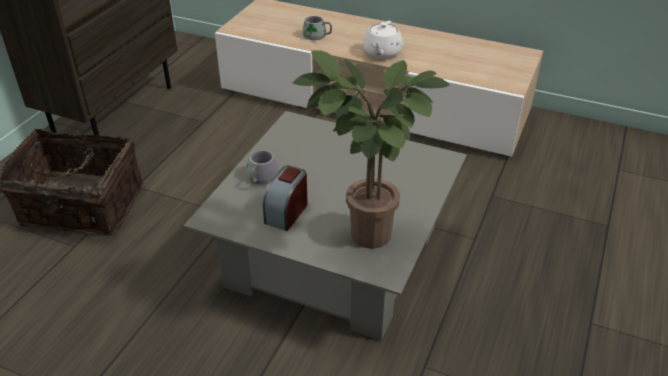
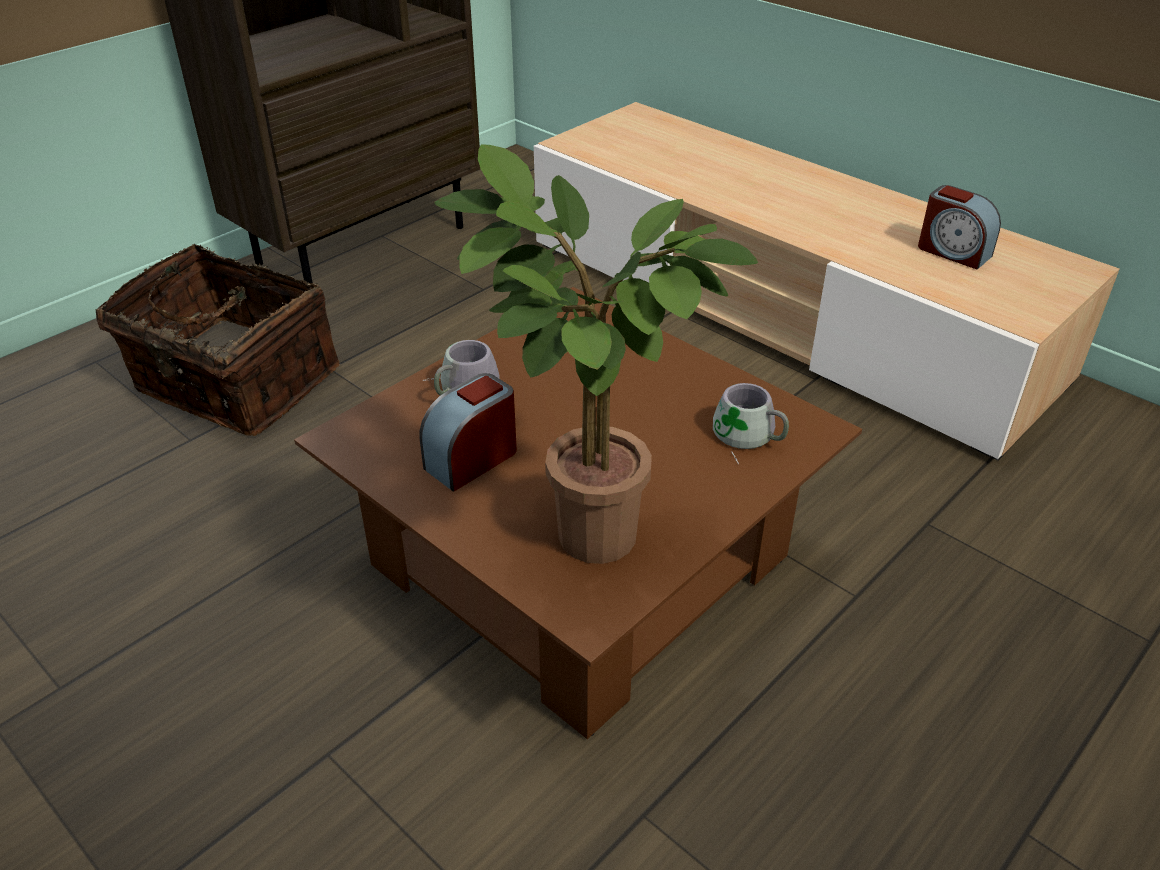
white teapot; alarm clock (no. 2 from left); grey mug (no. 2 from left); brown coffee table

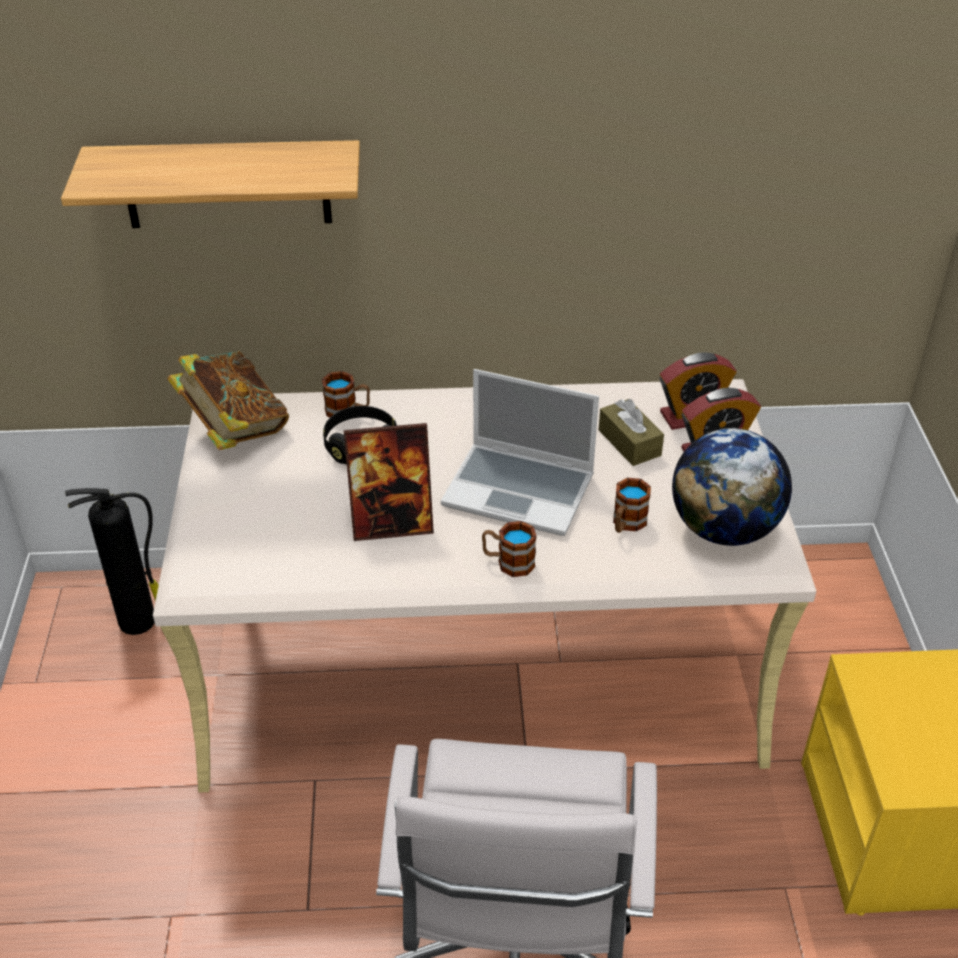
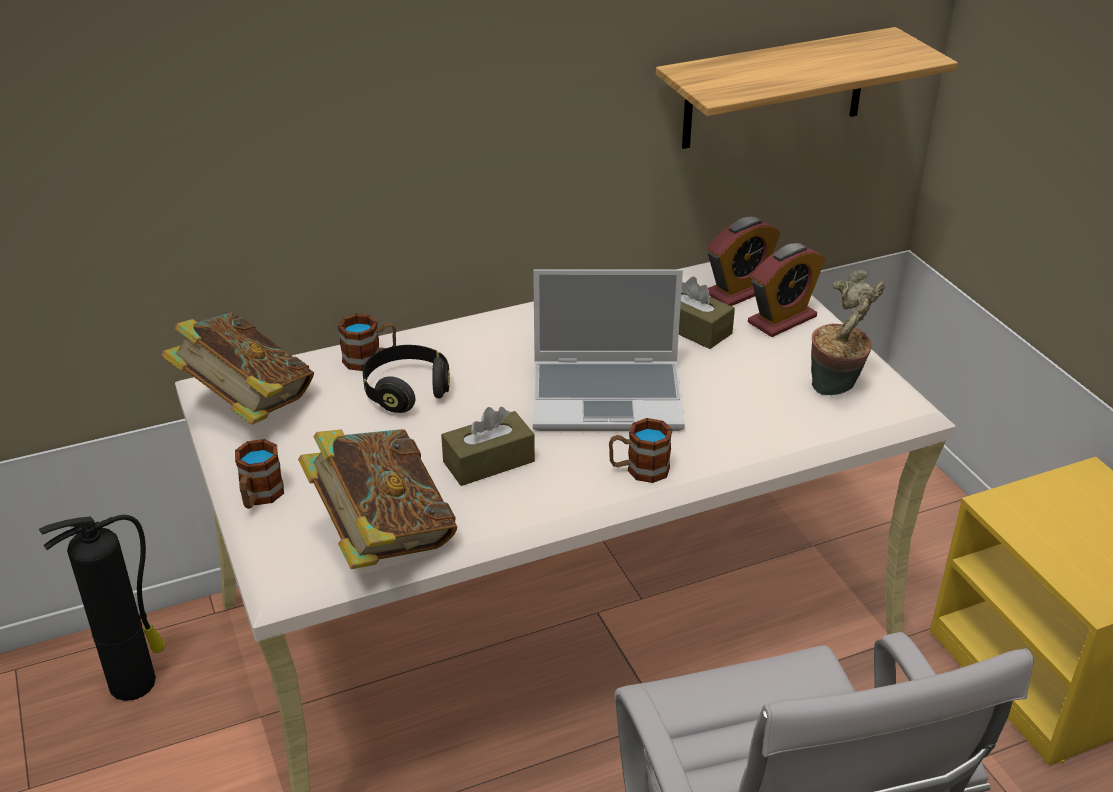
book (no. 2 from left); shelf; mug (no. 1 from left); brown tissue box (no. 1 from left); potted plant

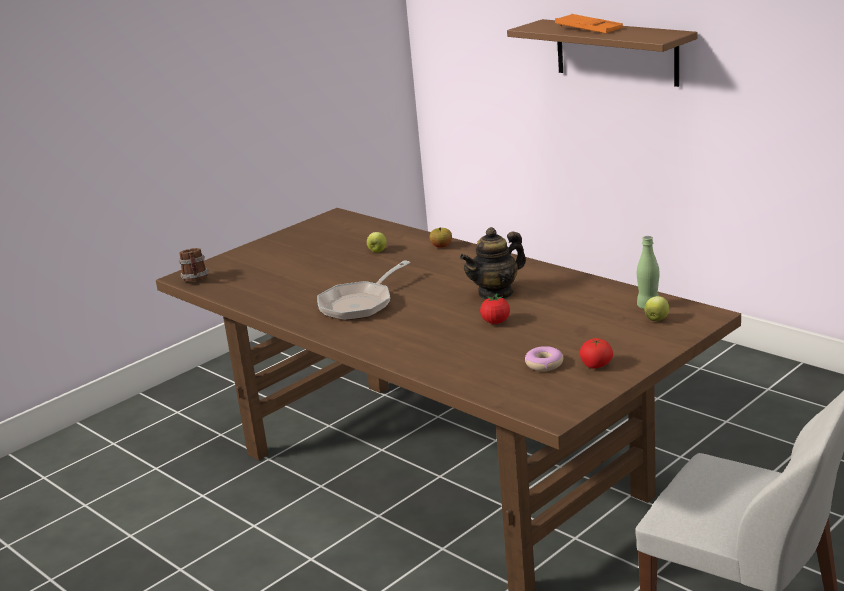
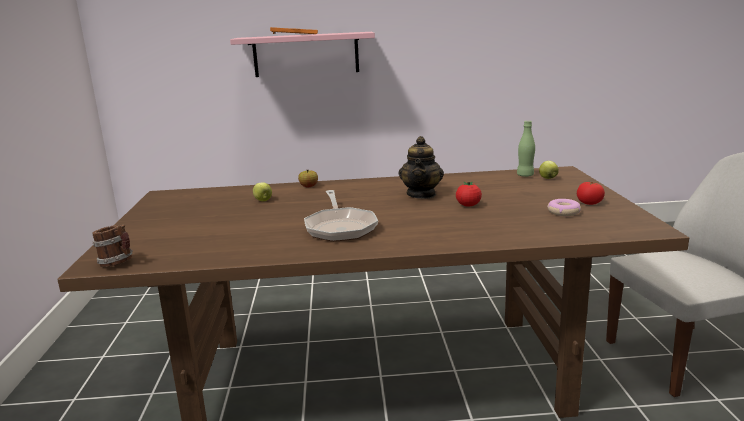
pink shelf

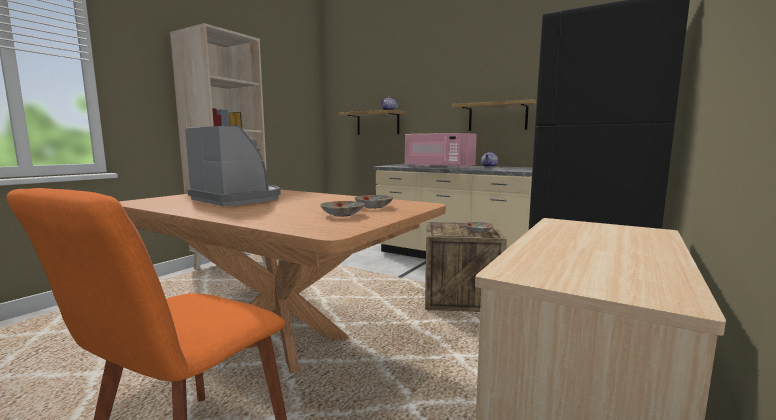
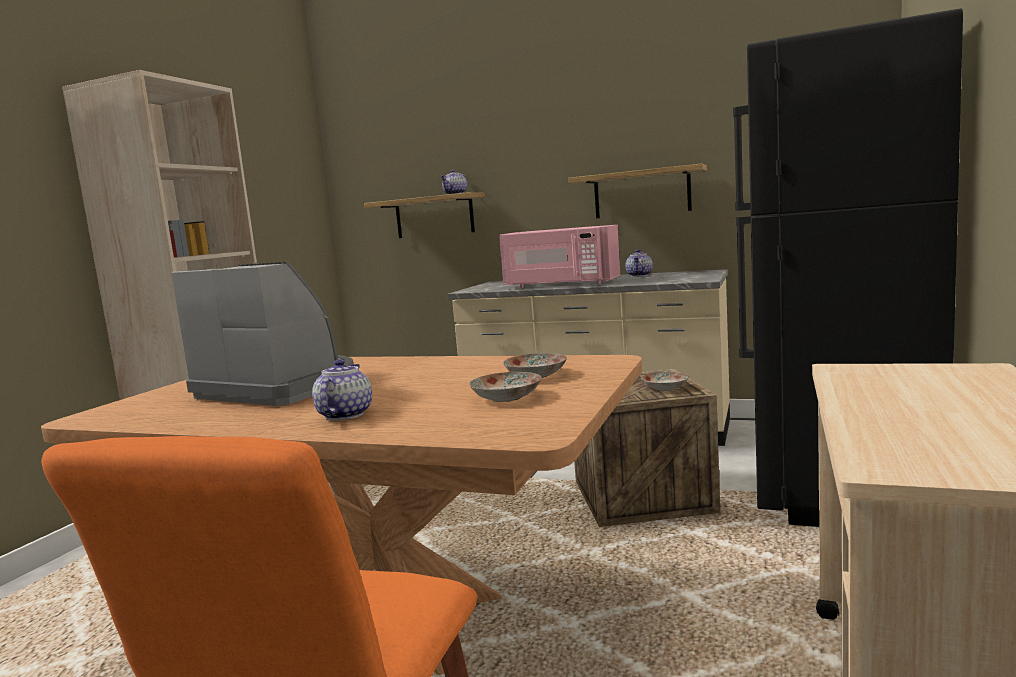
teapot (no. 1 from left)

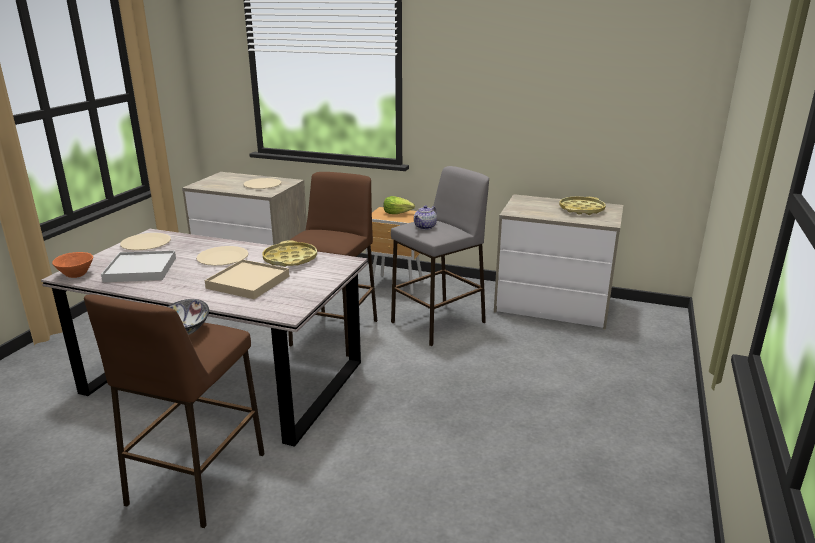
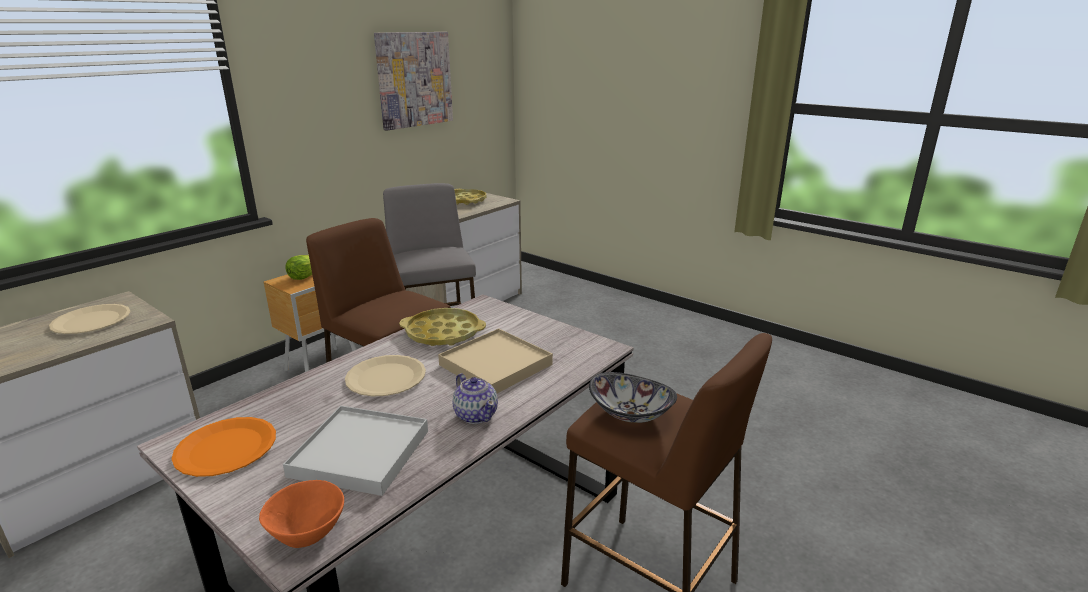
picture; teapot; orange plate

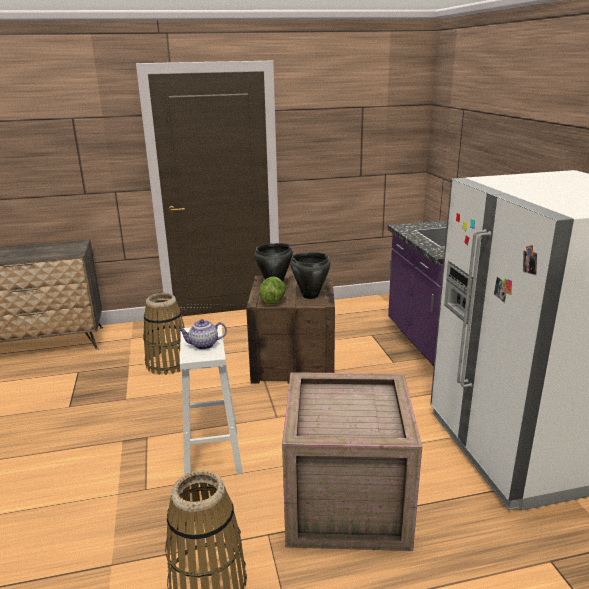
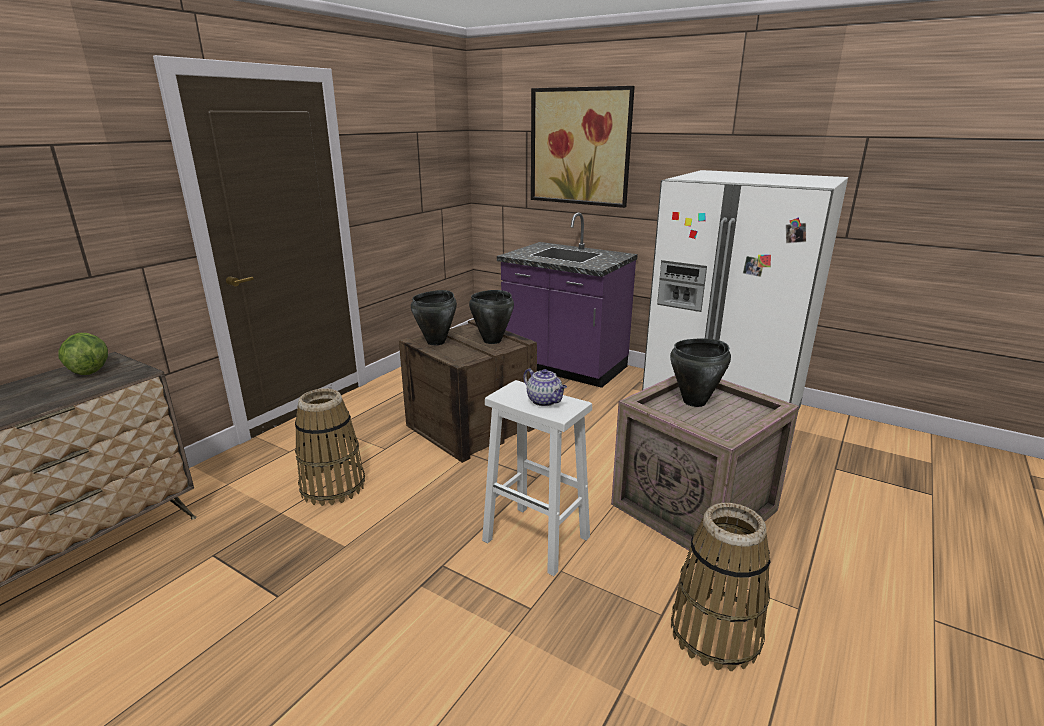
picture; black cooking pot (no. 3 from left); lettuce; teapot

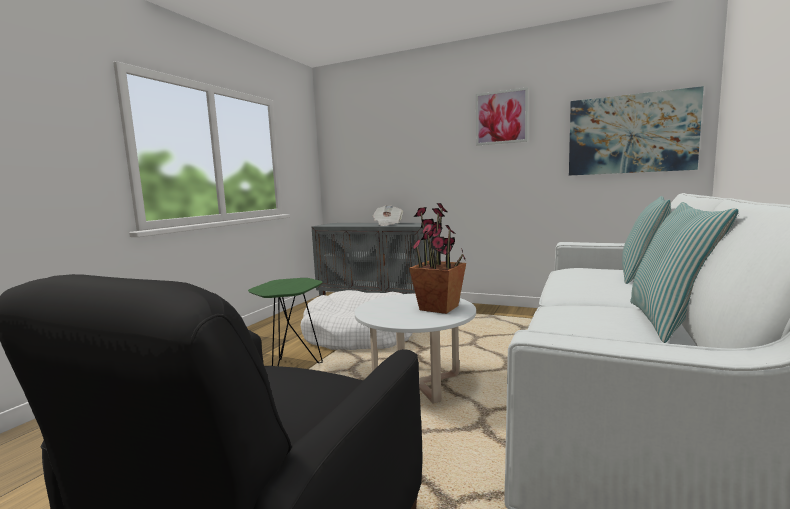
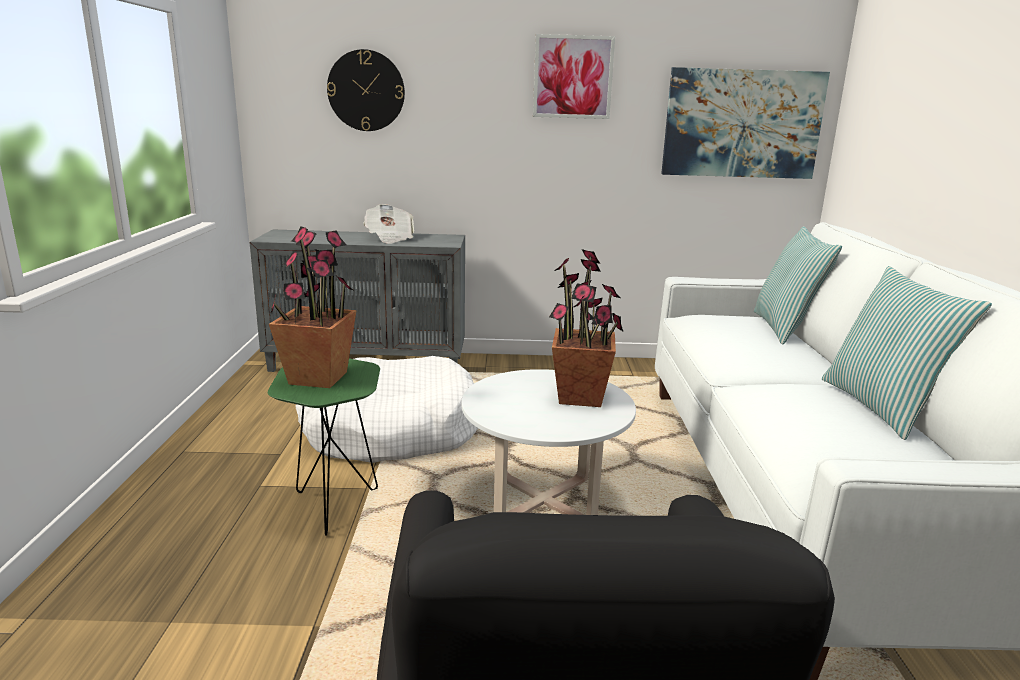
potted plant (no. 1 from left); wall clock

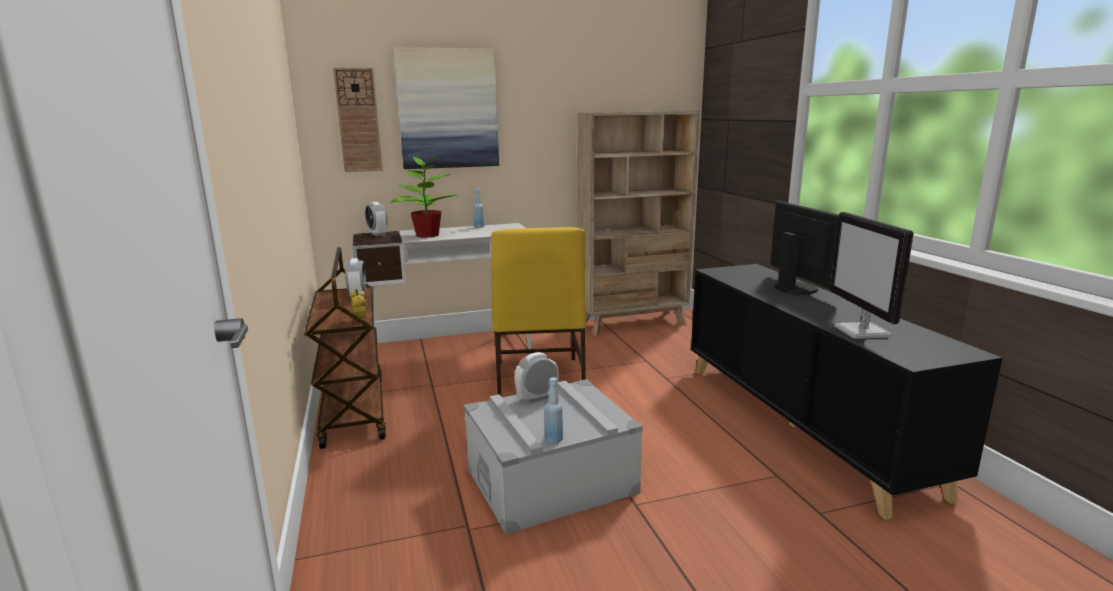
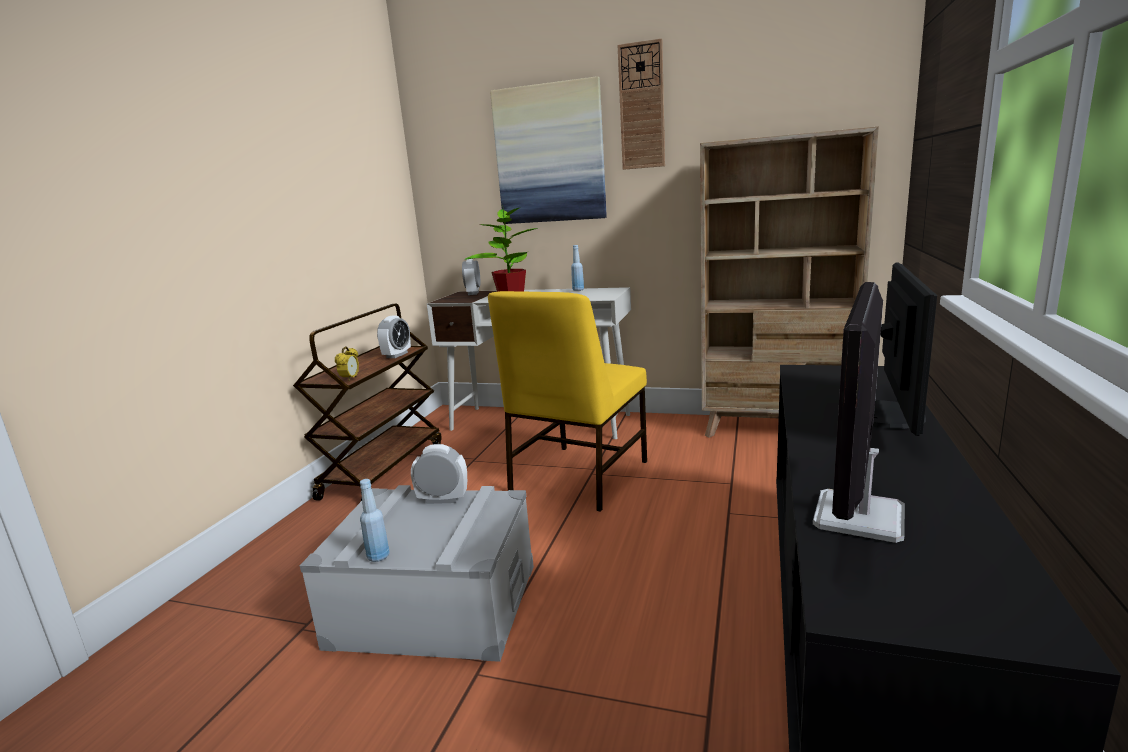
wall clock

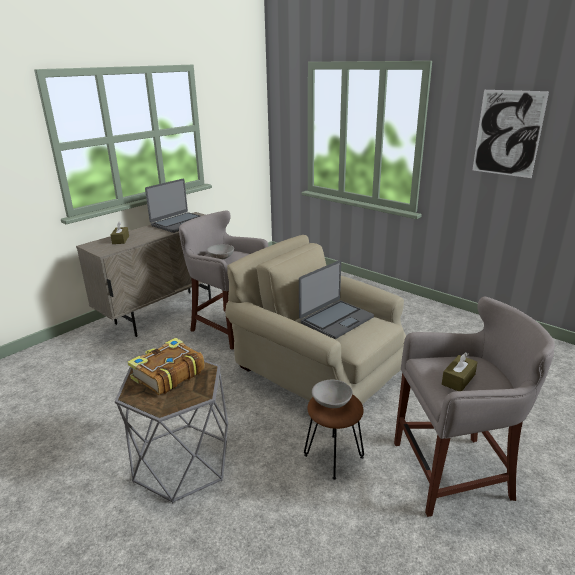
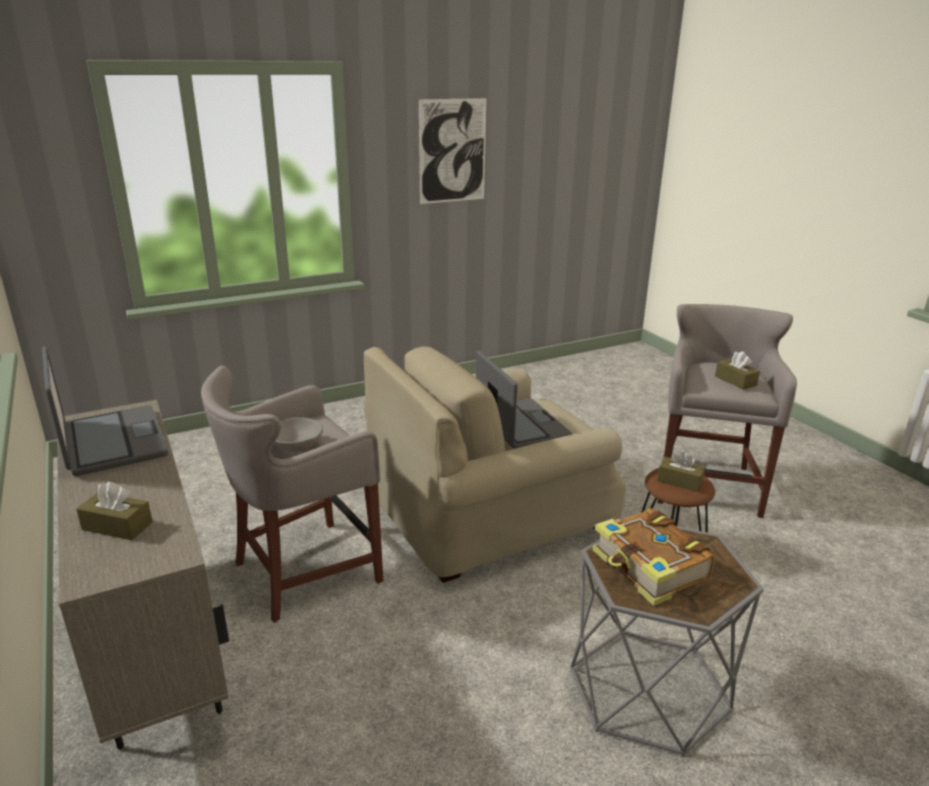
brown tissue box (no. 2 from left)

